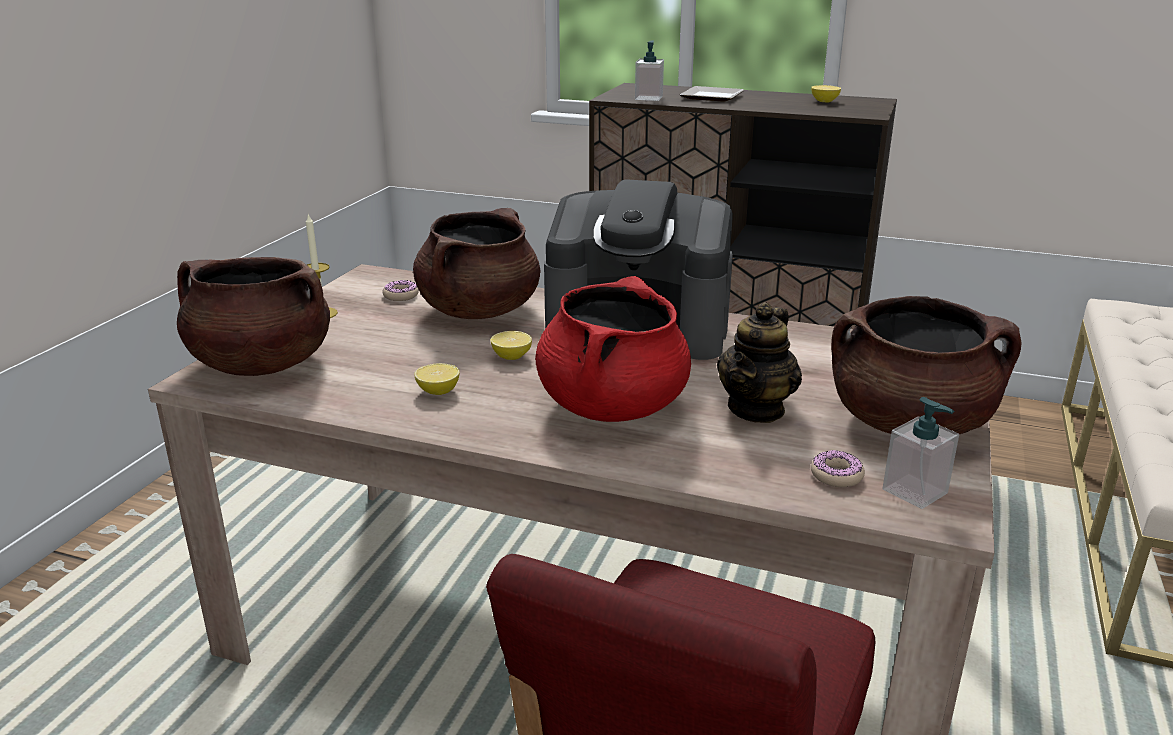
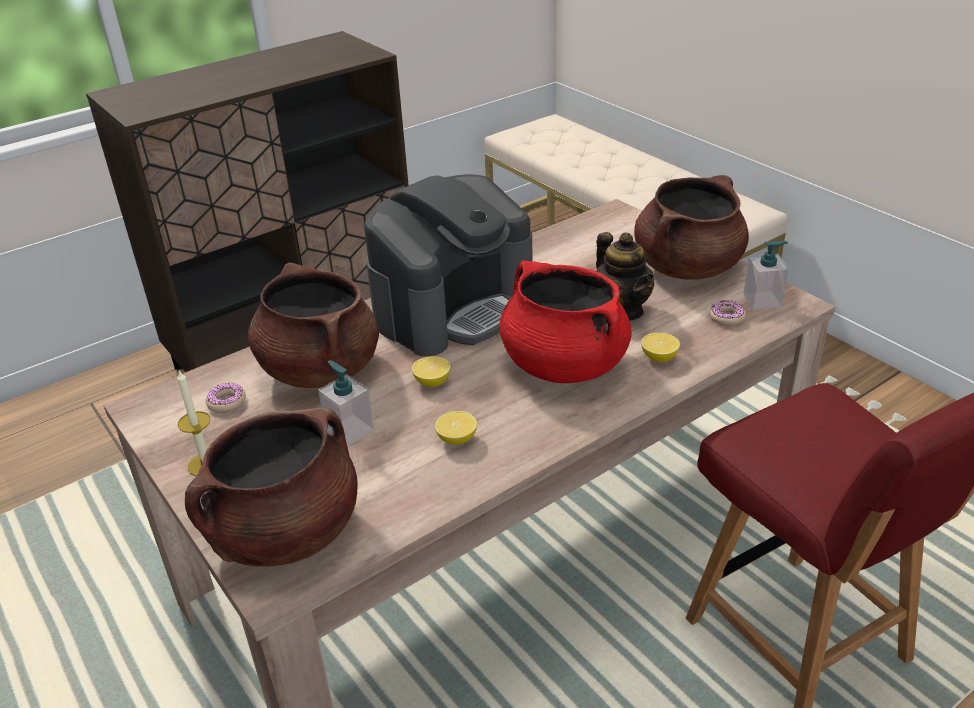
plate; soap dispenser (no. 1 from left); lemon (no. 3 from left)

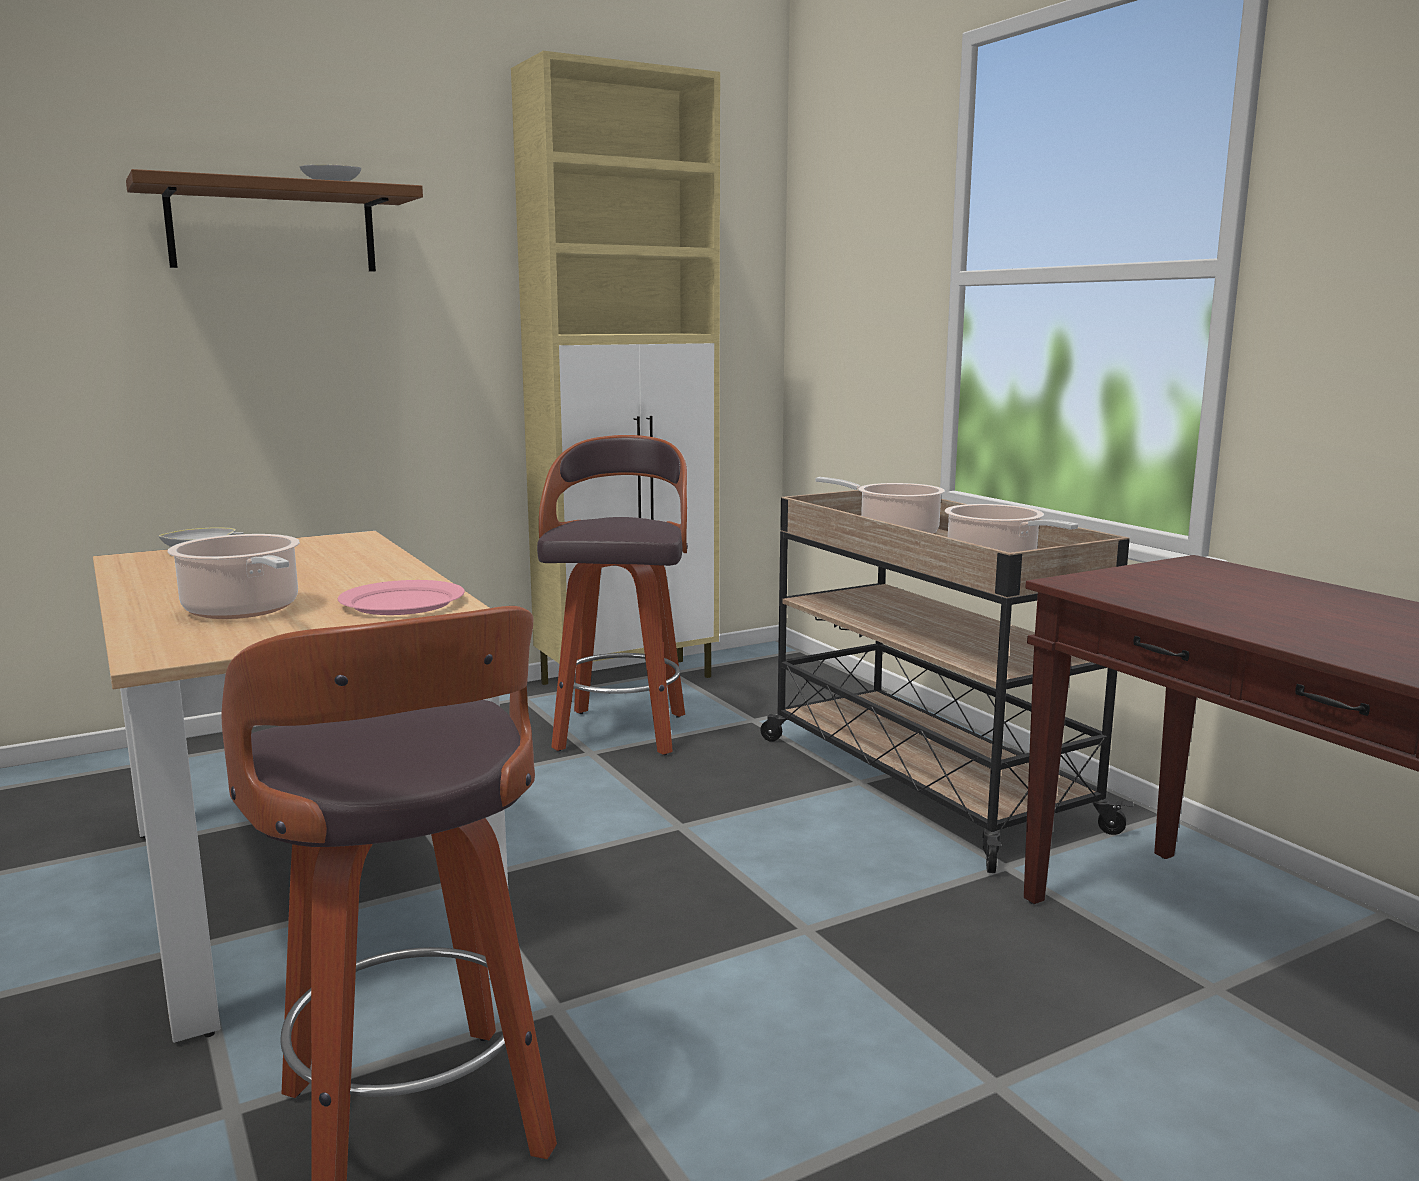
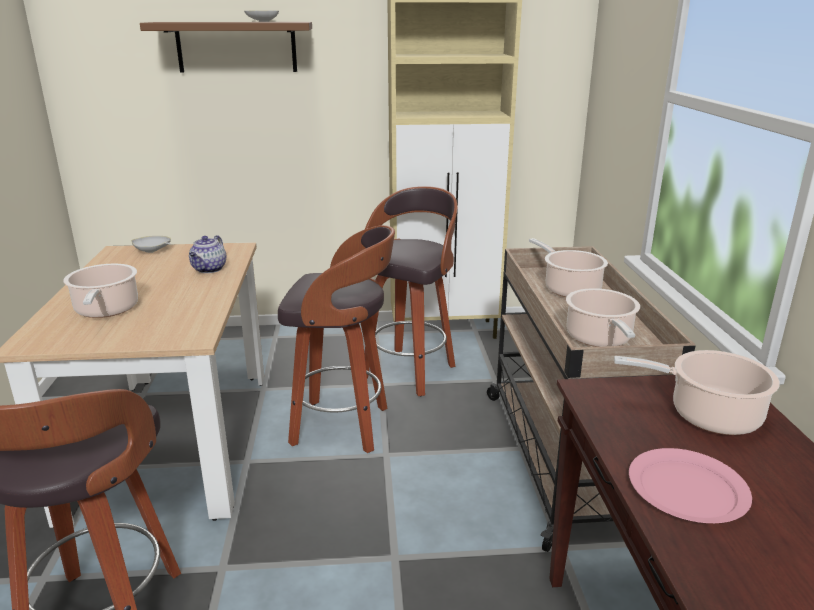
teapot; stool (no. 2 from left); cooking pot (no. 4 from left); pink plate

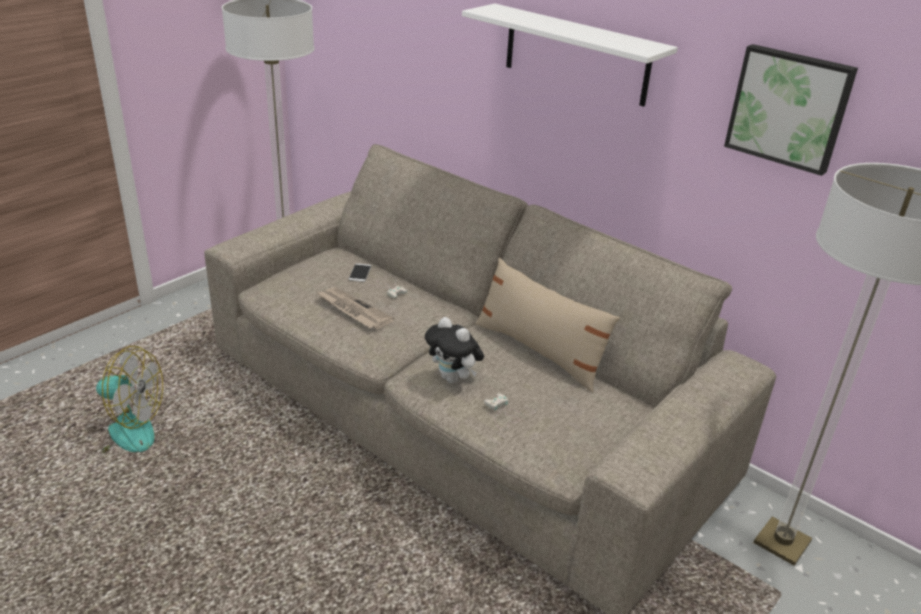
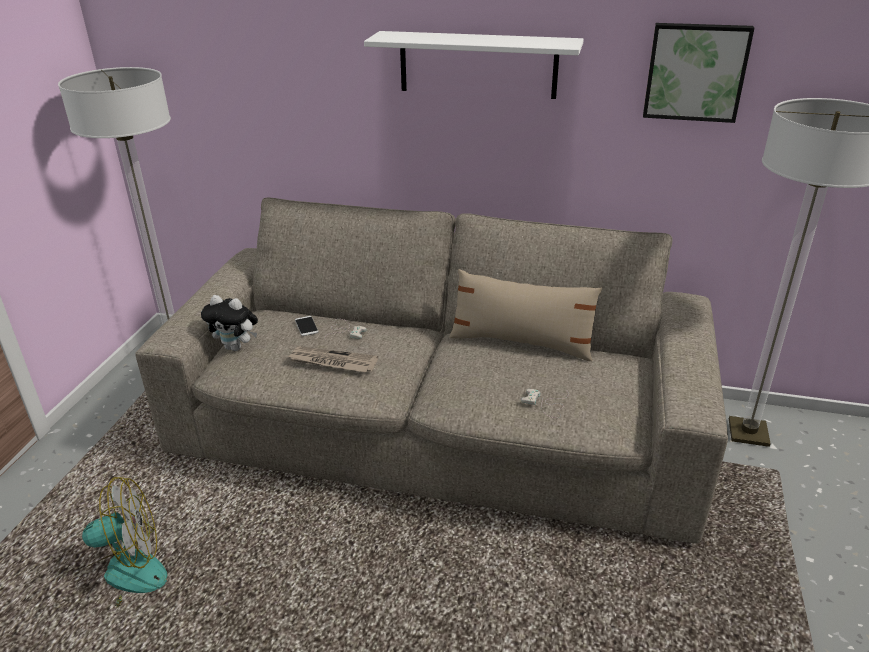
plush toy

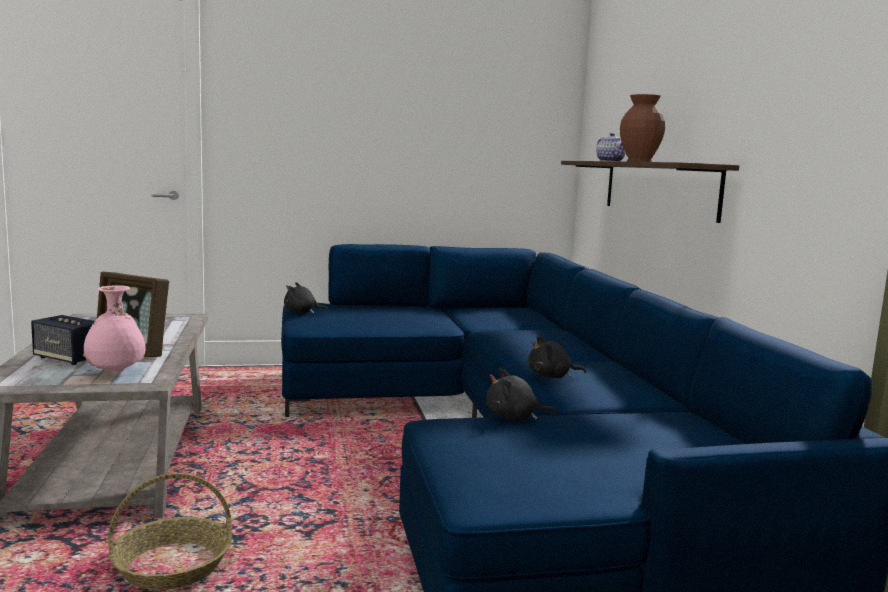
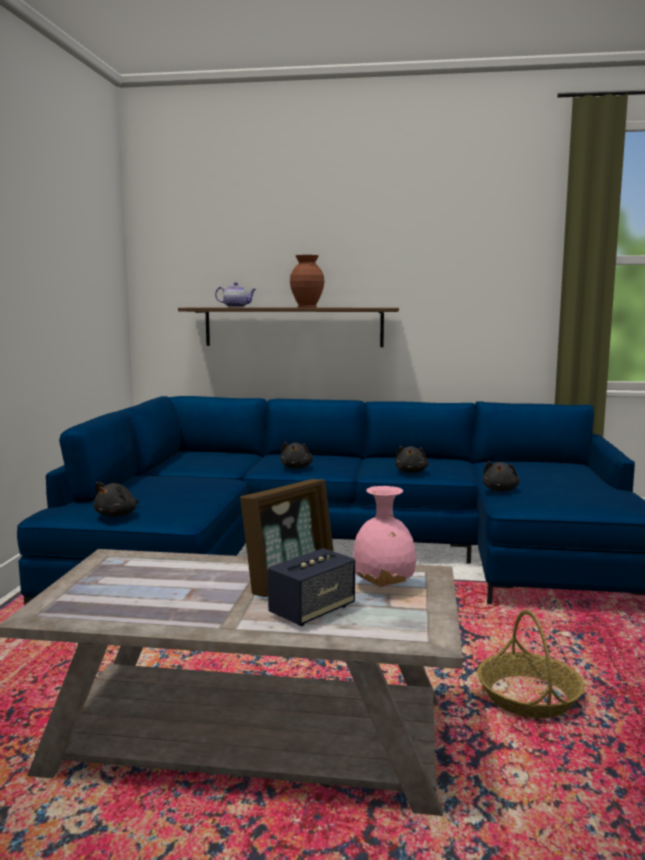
black plush toy (no. 2 from left)

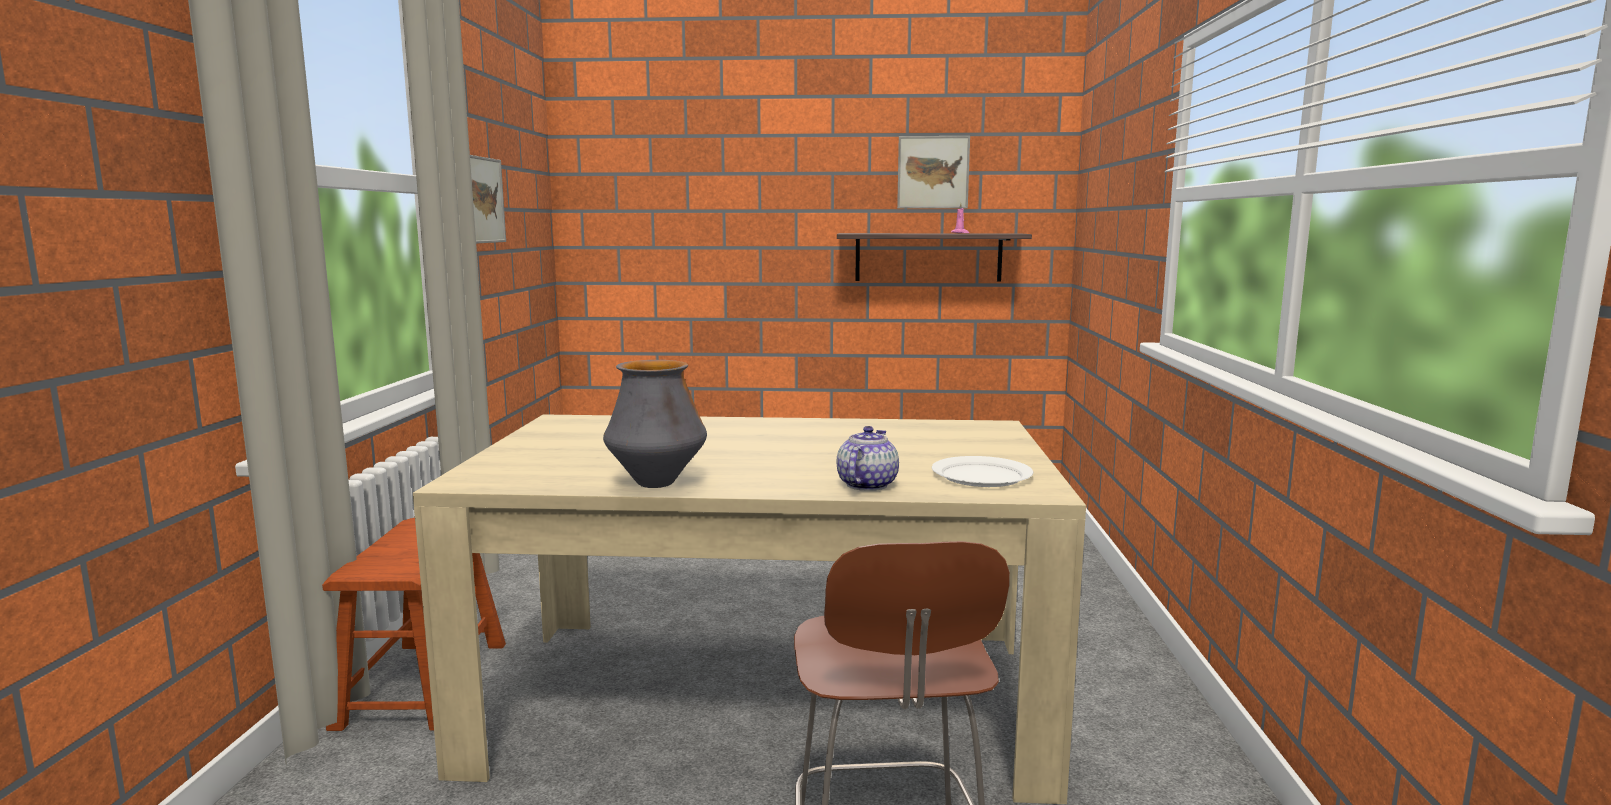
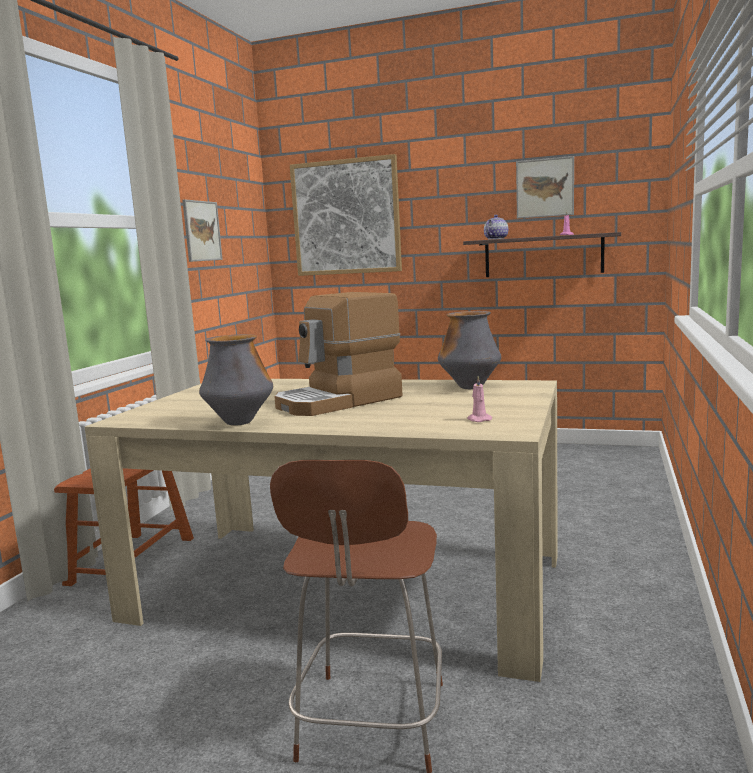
coffee machine; picture (no. 2 from left); vase (no. 2 from left); teapot; pink candle (no. 1 from left)

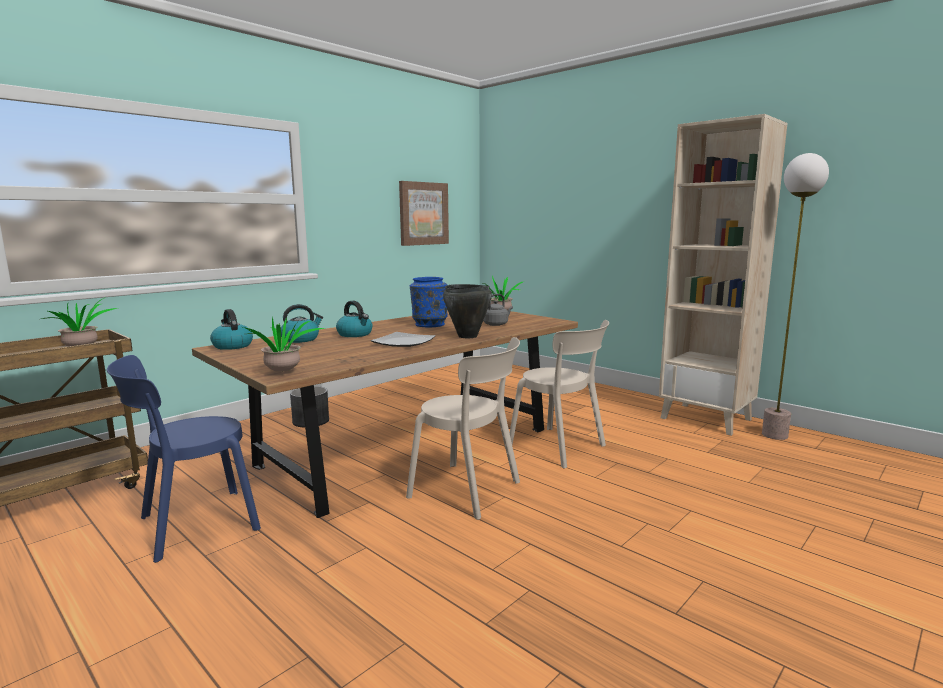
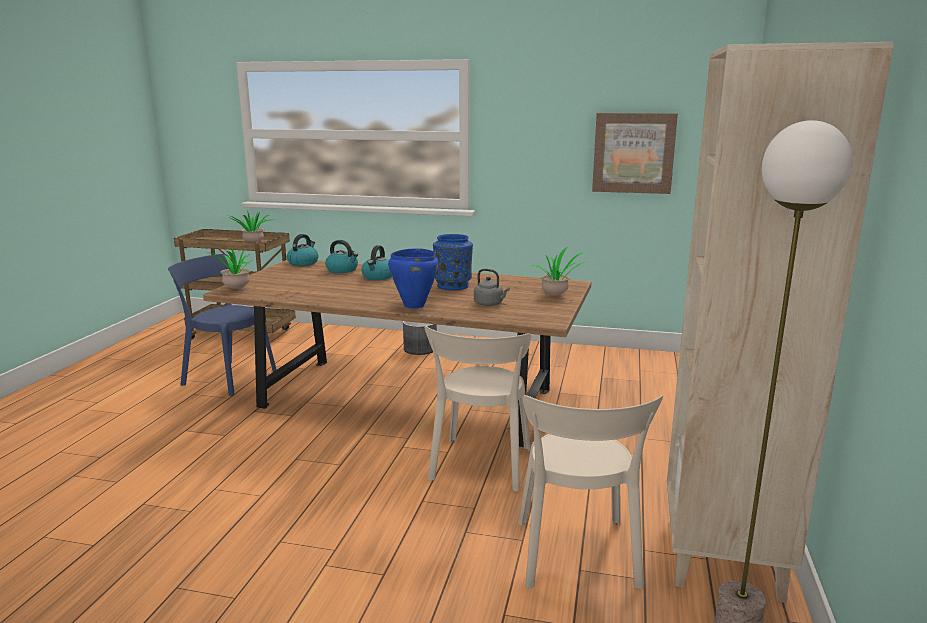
plate; beige chair (no. 2 from left); blue cooking pot

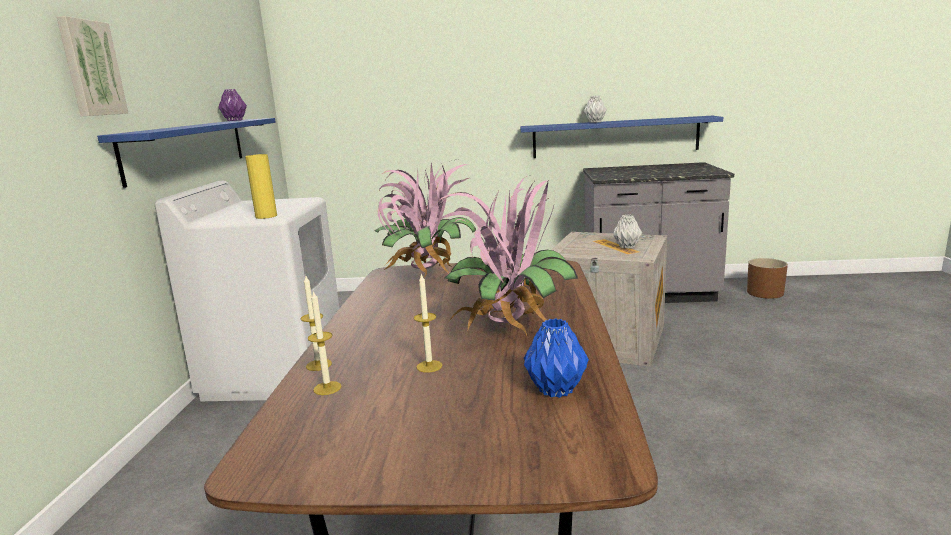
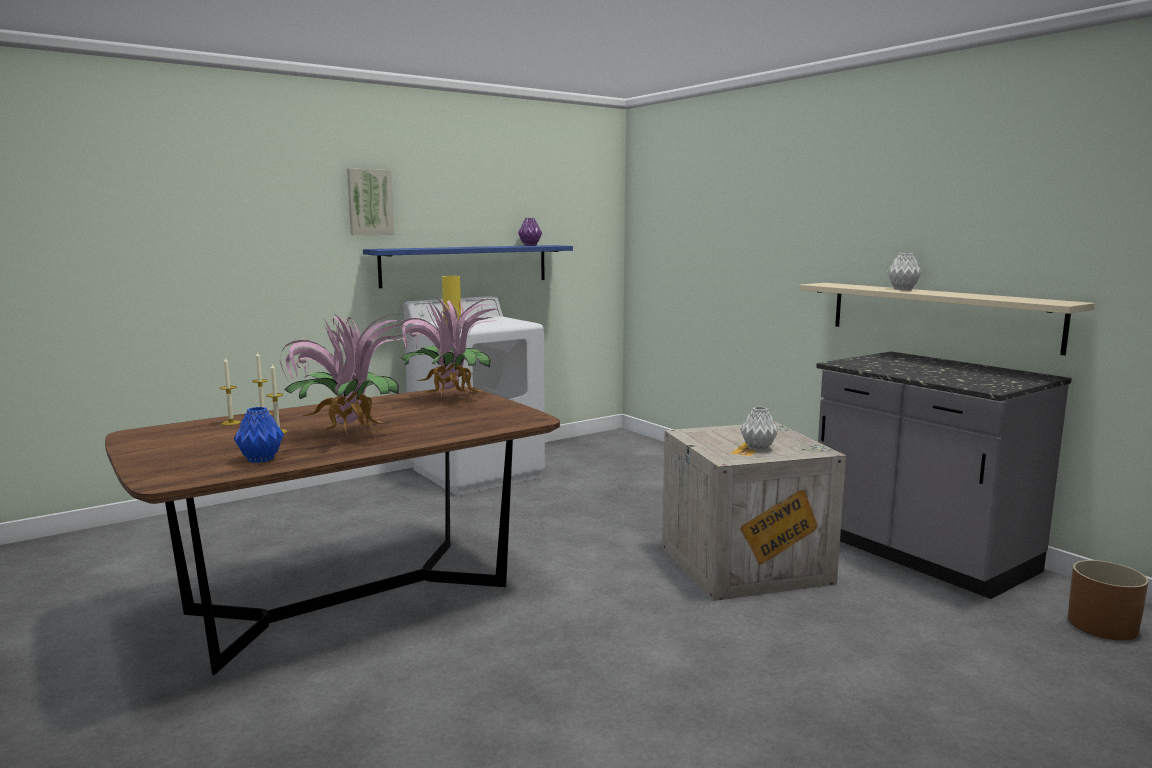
beige shelf

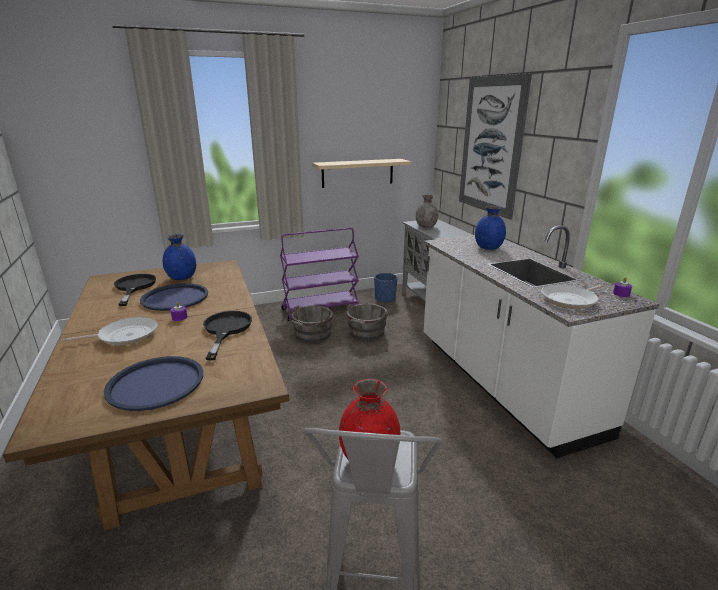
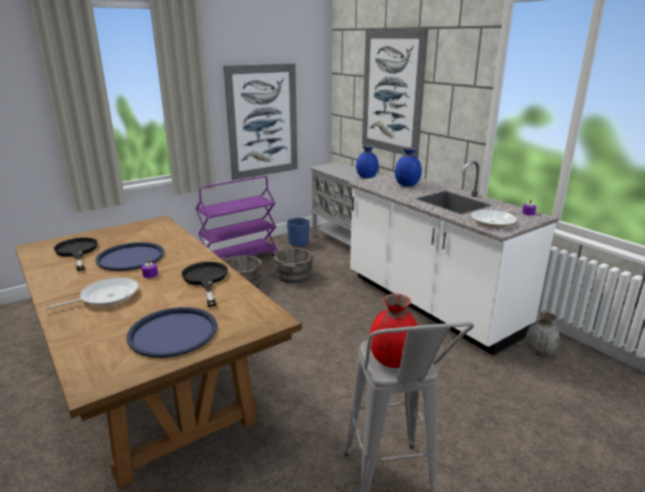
blue vase (no. 1 from left); grey vase; picture (no. 1 from left)

